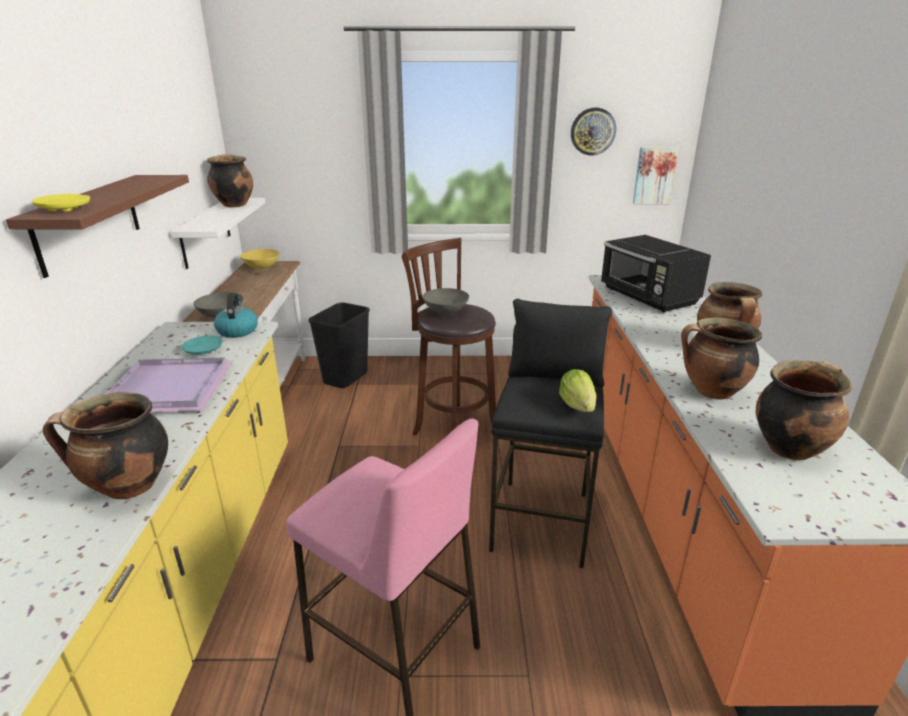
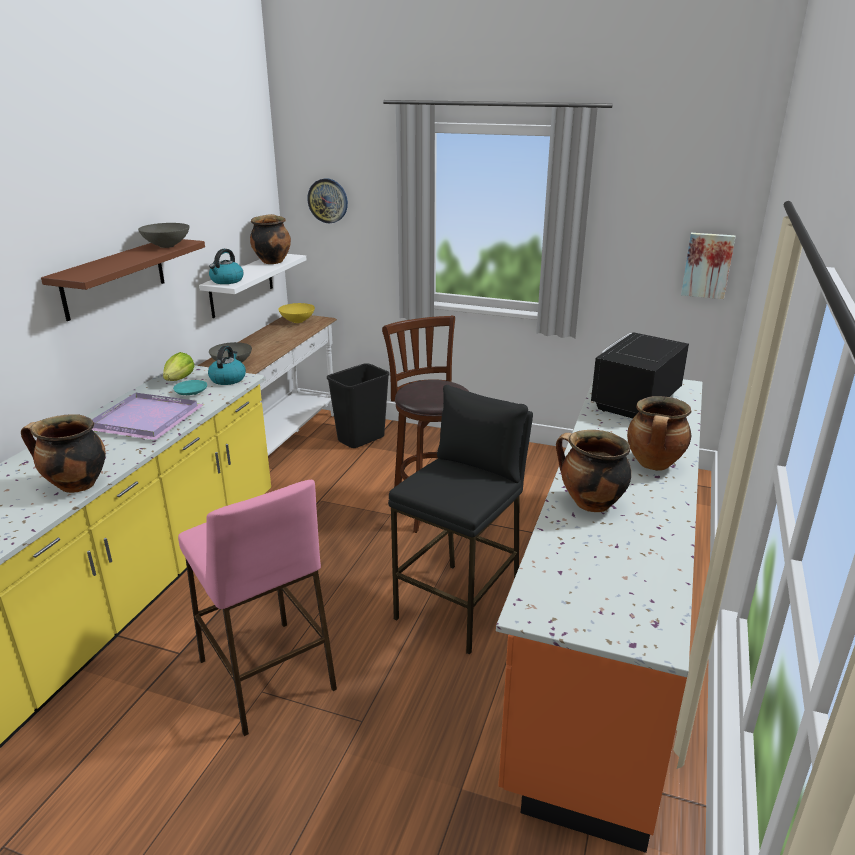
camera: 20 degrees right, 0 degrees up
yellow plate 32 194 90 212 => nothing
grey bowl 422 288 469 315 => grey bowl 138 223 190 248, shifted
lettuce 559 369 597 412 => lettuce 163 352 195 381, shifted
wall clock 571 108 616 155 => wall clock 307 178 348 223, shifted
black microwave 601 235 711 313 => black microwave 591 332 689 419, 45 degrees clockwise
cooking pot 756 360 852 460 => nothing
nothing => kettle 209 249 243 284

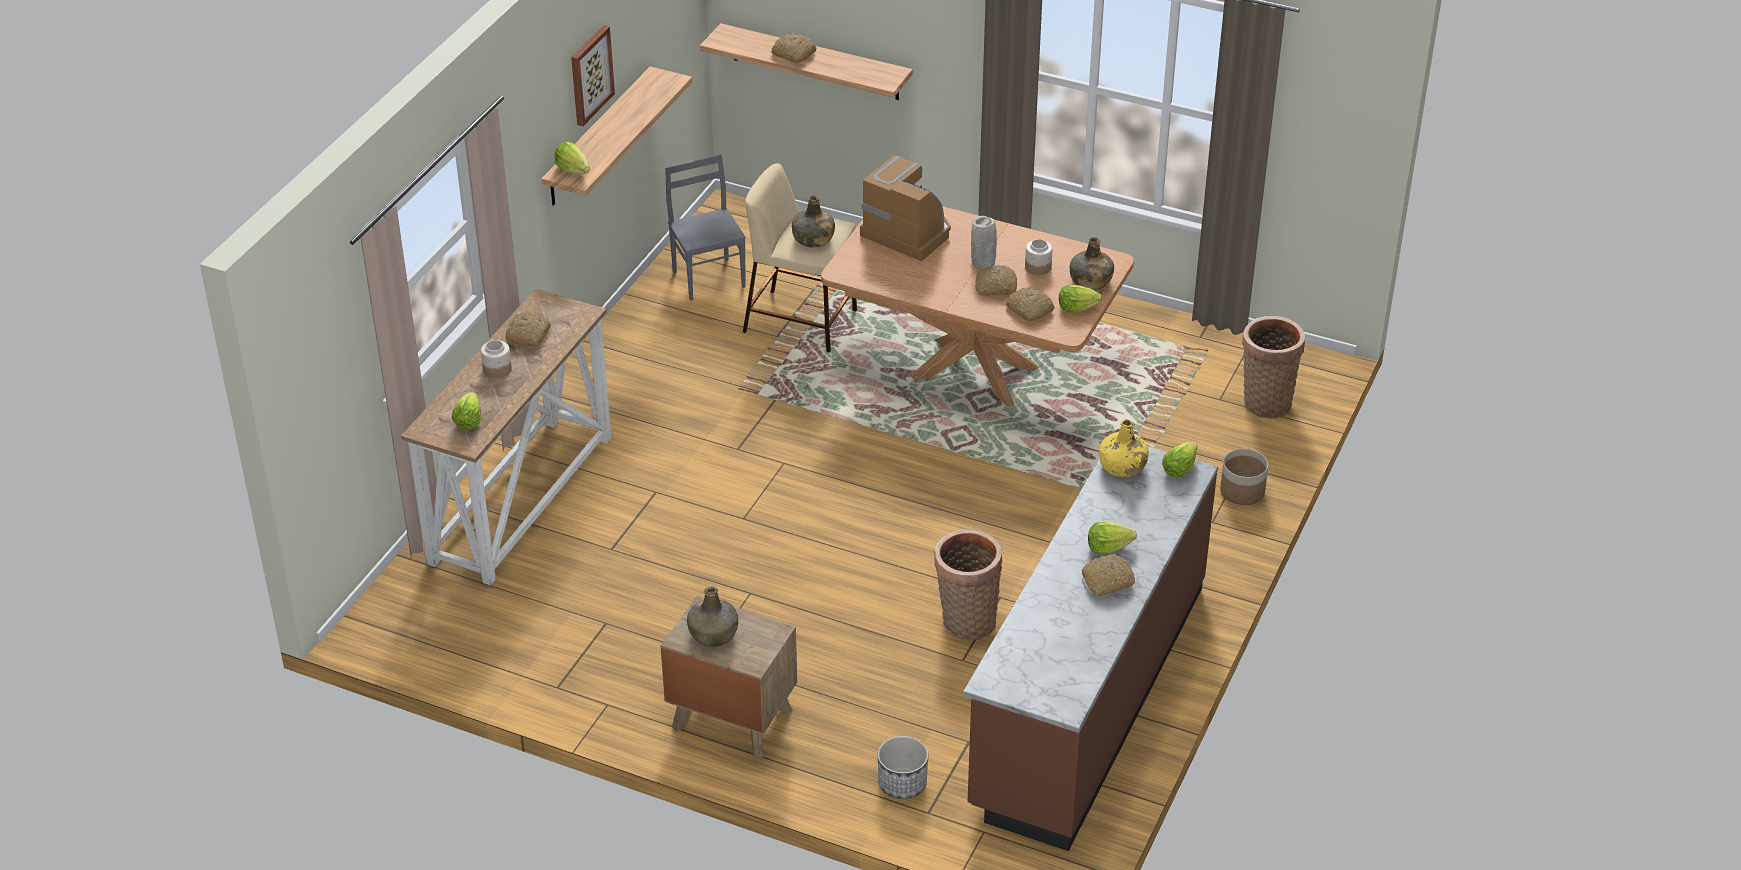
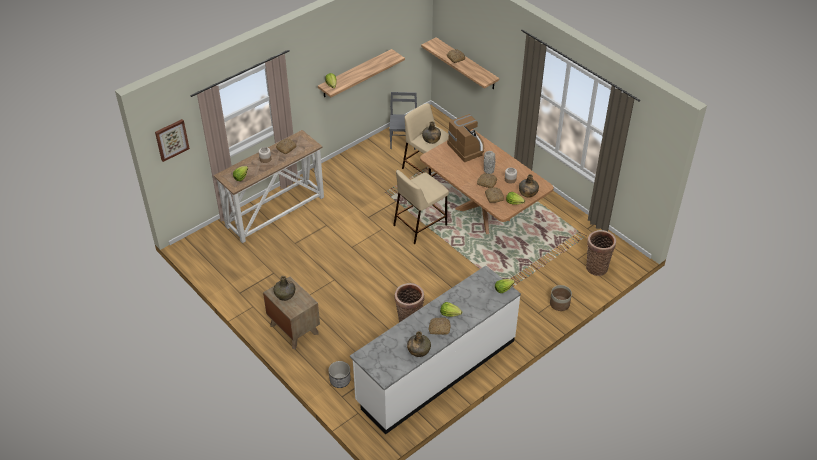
camera: 25 degrees right, 5 degrees up
picture 571 25 615 126 => picture 155 119 190 162, shifted
brown counter 963 447 1218 851 => white counter 350 265 521 434
yellow bottle 1099 419 1149 478 => nothing
nothing => beige stool 393 170 449 244
nothing => green bottle 407 331 431 357

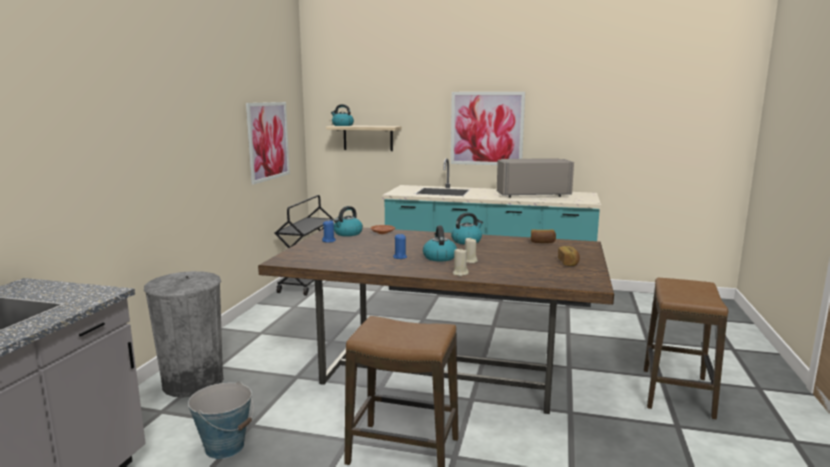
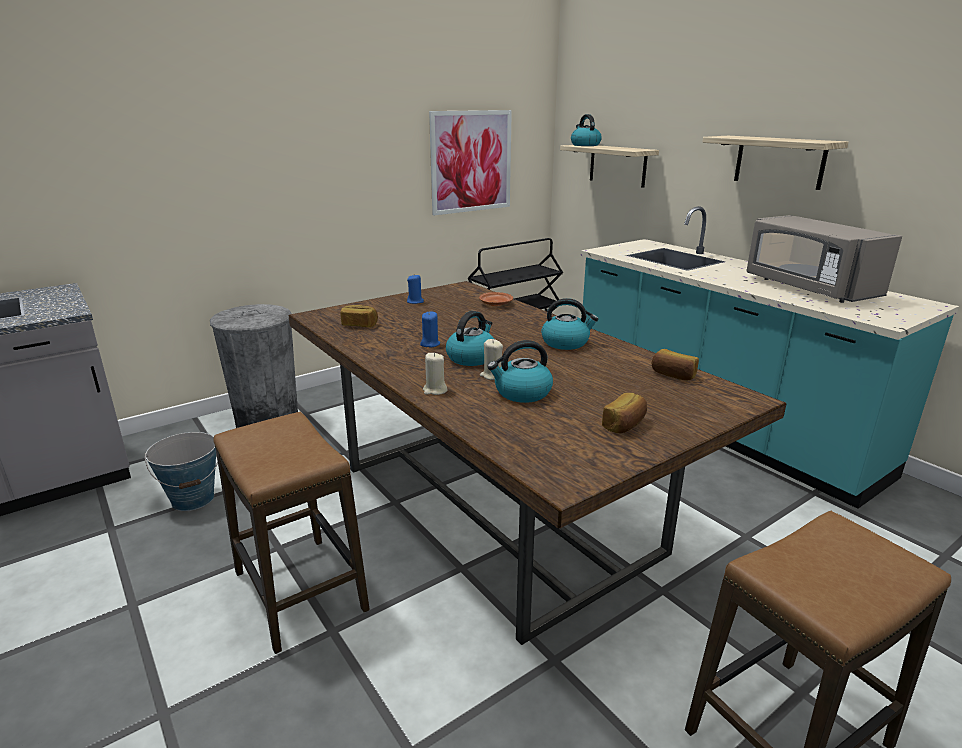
camera: 40 degrees right, 10 degrees up
kettle 334 206 363 236 => kettle 487 340 553 403, shifted
picture 451 92 525 165 => shelf 702 136 848 190
grey microwave 497 158 574 198 => grey microwave 747 215 902 303, 150 degrees counterclockwise
nothing => bread 340 305 378 327

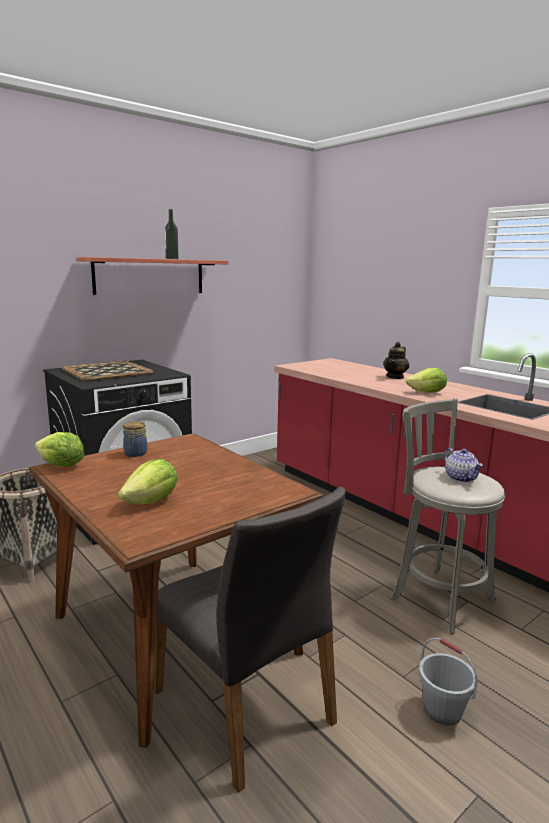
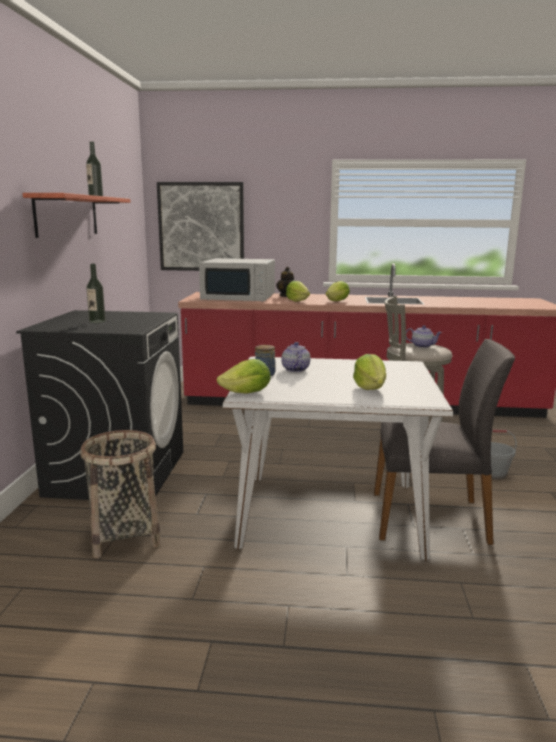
camera: 45 degrees left, 0 degrees up
brown dining table 29 433 324 747 => white dining table 223 357 453 561
tray 62 361 154 381 => bottle 86 264 106 323
nothing => picture 157 182 244 271
nothing => white microwave 199 258 275 302
nothing => teapot 281 342 310 372
nothing => lettuce 286 281 310 302

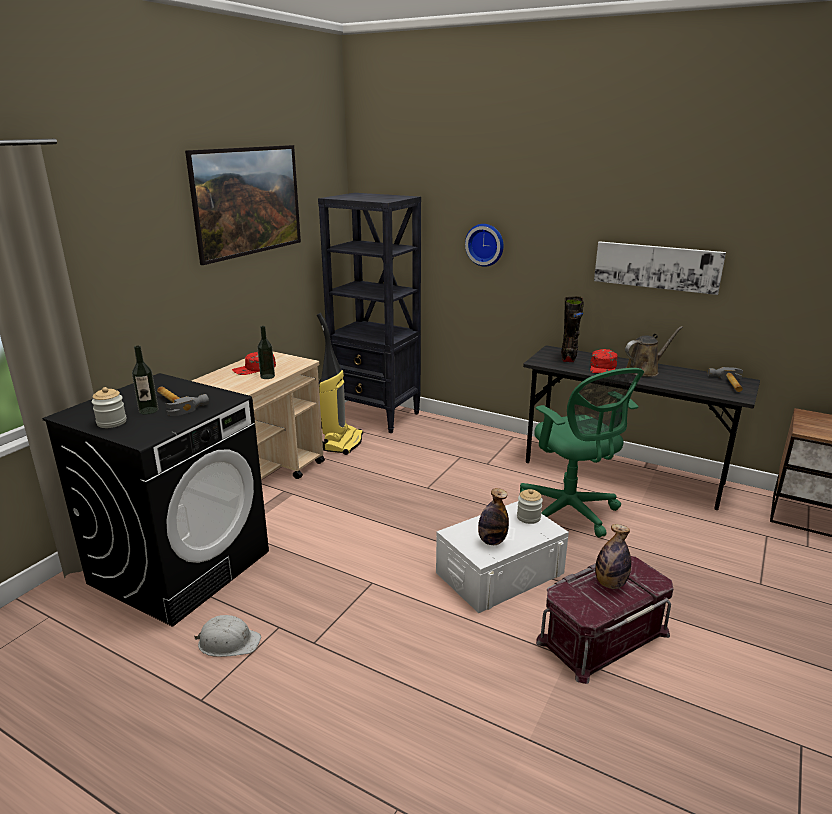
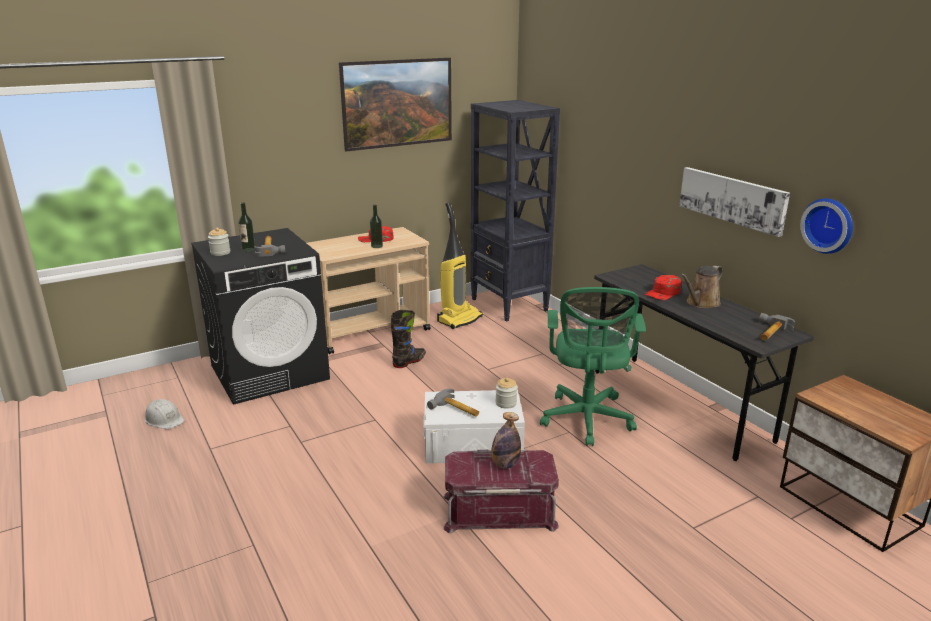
camera: 30 degrees right, 0 degrees up
white hard hat 194 615 261 657 => white hard hat 144 399 184 429, shifted
wall clock 465 224 504 267 => wall clock 800 198 853 254, shifted
bottle 478 488 509 545 => hammer 427 389 479 417
black boot 561 296 584 362 => black boot 391 310 426 368, shifted
brown watering can 625 326 683 377 => brown watering can 680 265 723 309, 135 degrees clockwise

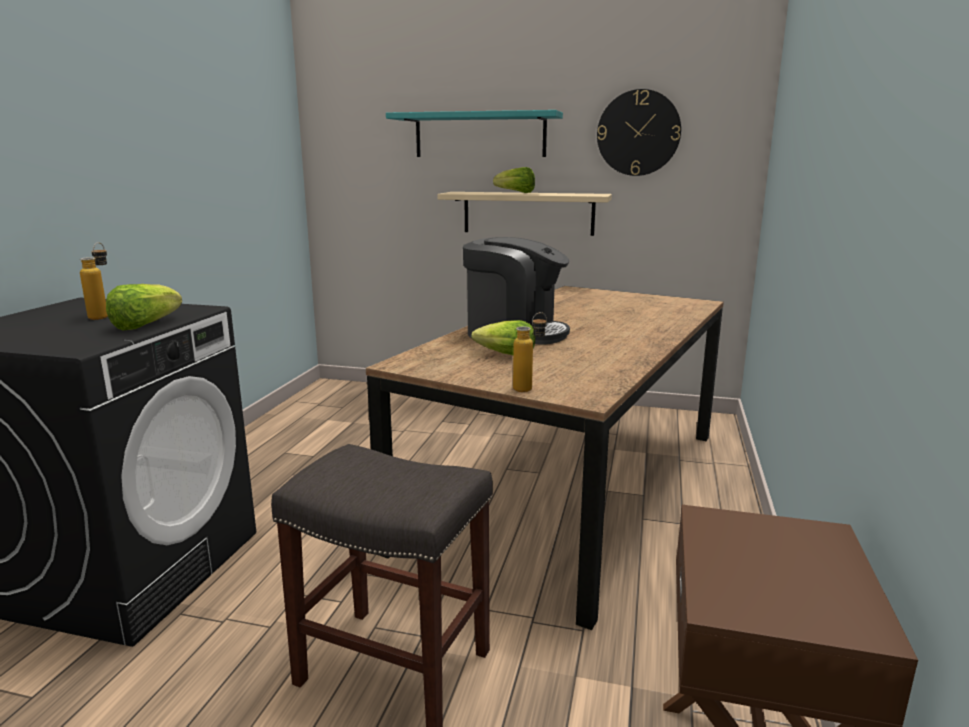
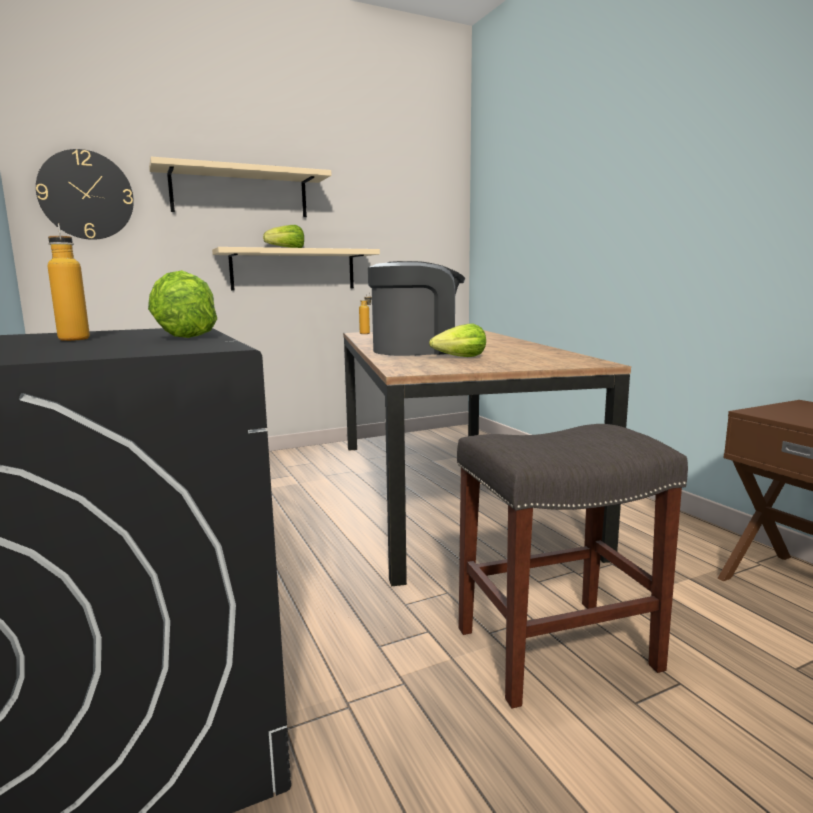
camera: 40 degrees left, 5 degrees down
turquoise shelf 386 110 563 157 => beige shelf 149 157 332 217
bottle 513 312 547 392 => bottle 359 292 372 334, shifted
wall clock 597 89 681 176 => wall clock 36 149 134 240, shifted

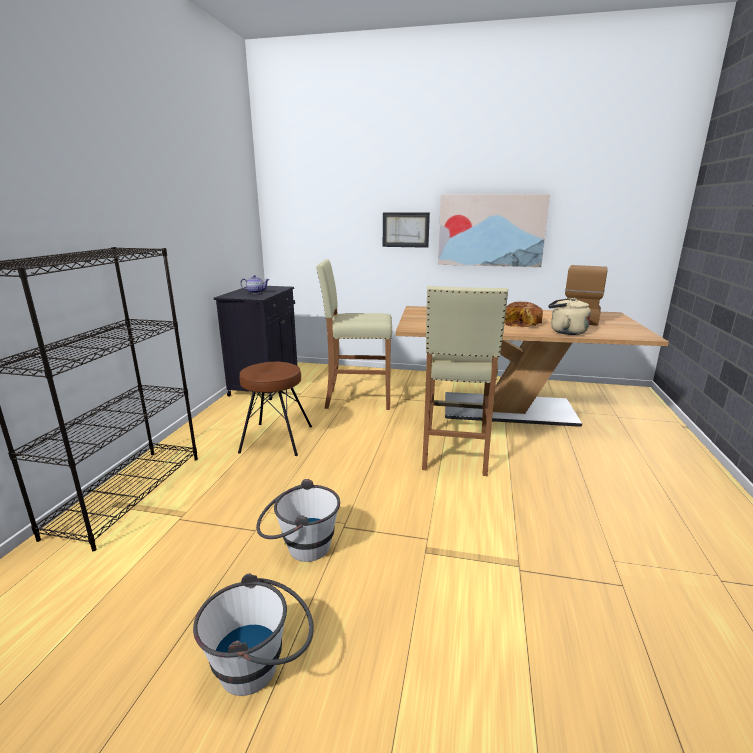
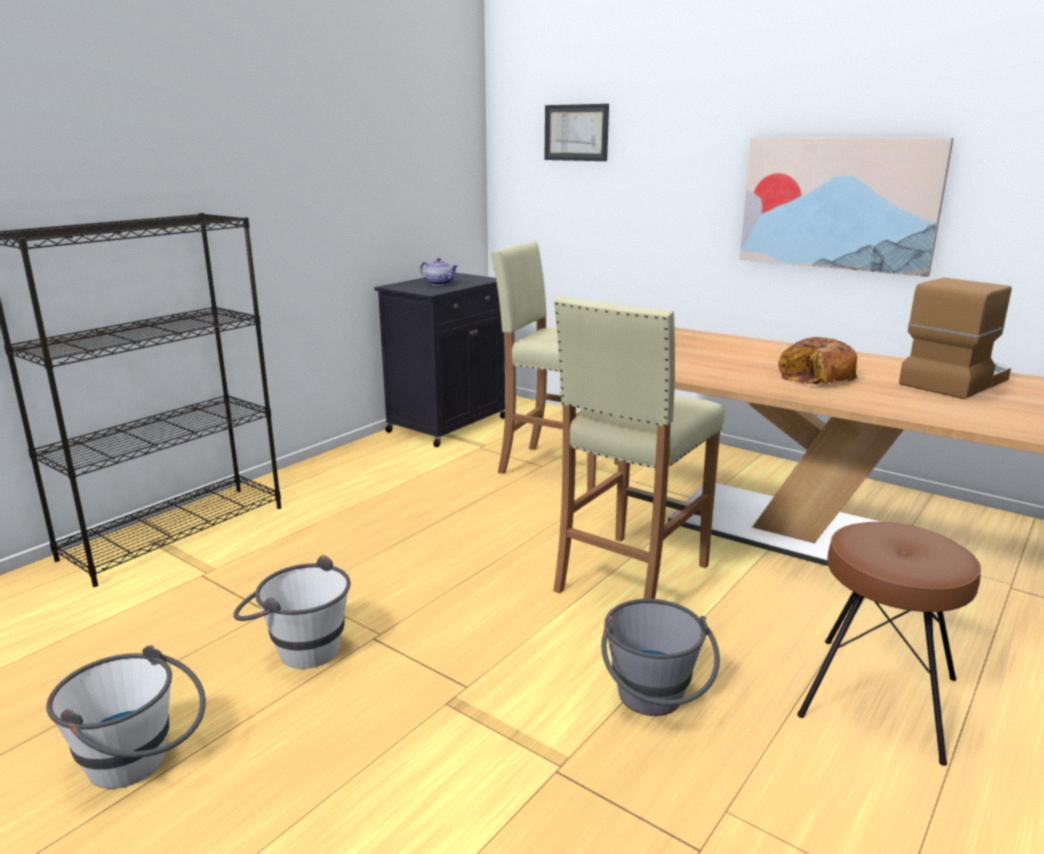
camera: 25 degrees right, 0 degrees up
brown stool 238 362 312 456 => brown stool 797 522 981 766, shifted
picture 383 212 430 248 => picture 544 104 609 161, shifted
beige kettle 548 298 591 335 => nothing
nothing => grey bucket 601 599 720 716

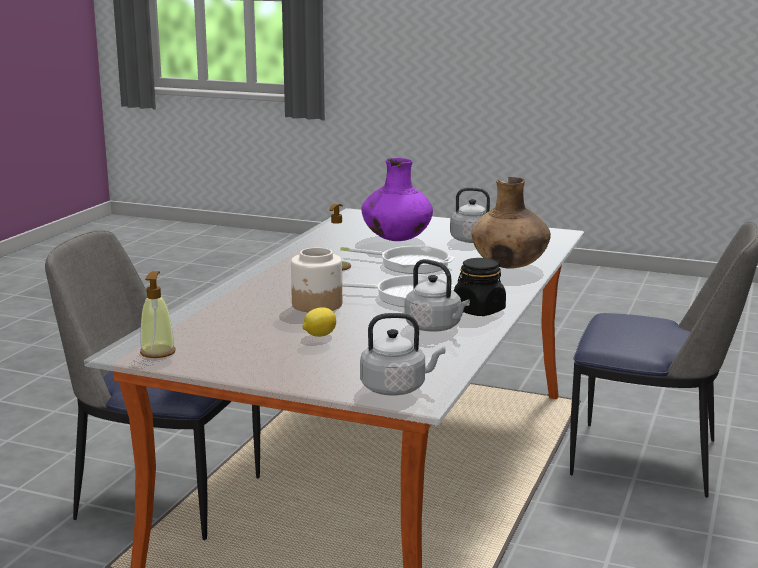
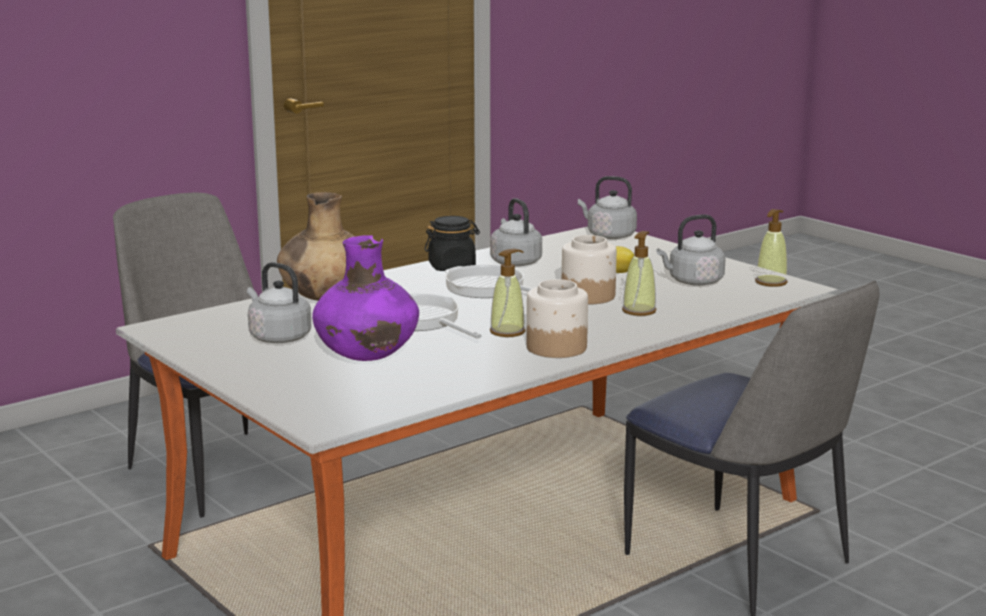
camera: 150 degrees left, 0 degrees up
nothing => jar 527 279 588 358
nothing => soap dispenser 622 231 656 316
nothing => grey kettle 657 215 726 286

